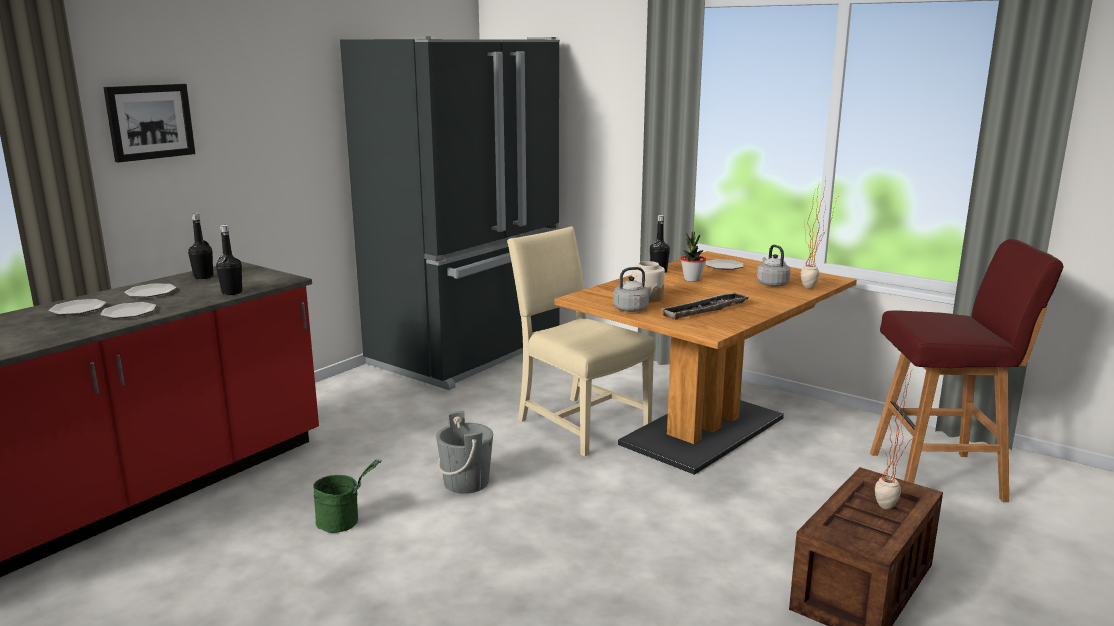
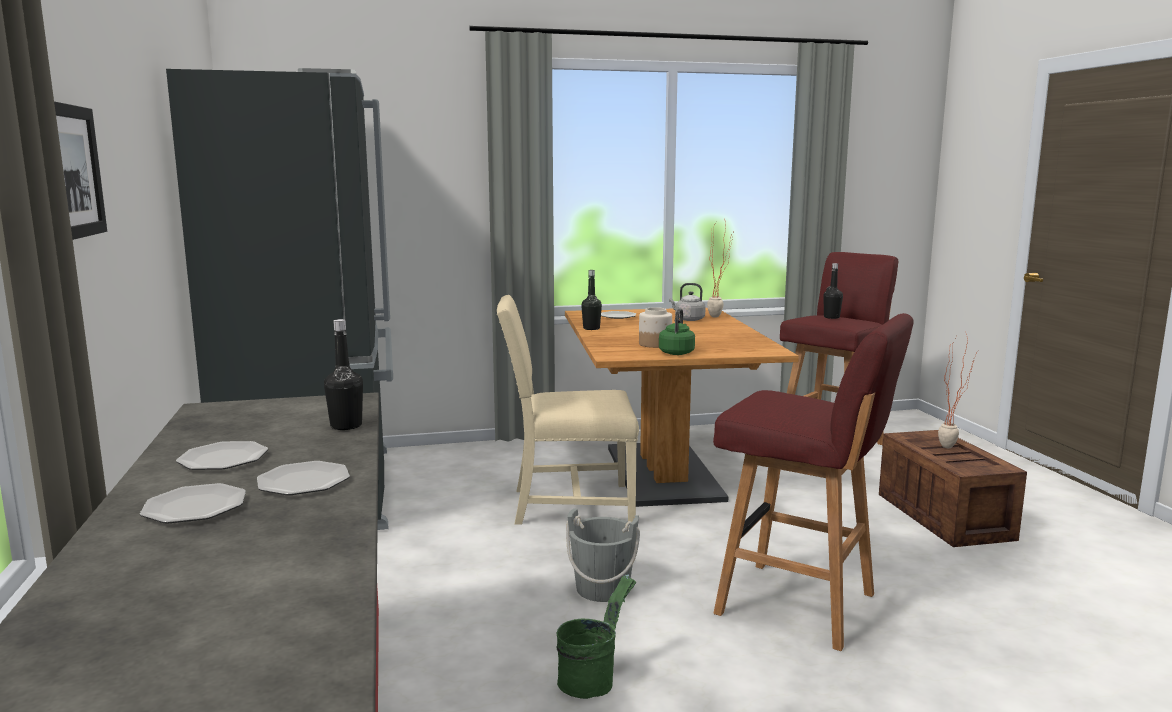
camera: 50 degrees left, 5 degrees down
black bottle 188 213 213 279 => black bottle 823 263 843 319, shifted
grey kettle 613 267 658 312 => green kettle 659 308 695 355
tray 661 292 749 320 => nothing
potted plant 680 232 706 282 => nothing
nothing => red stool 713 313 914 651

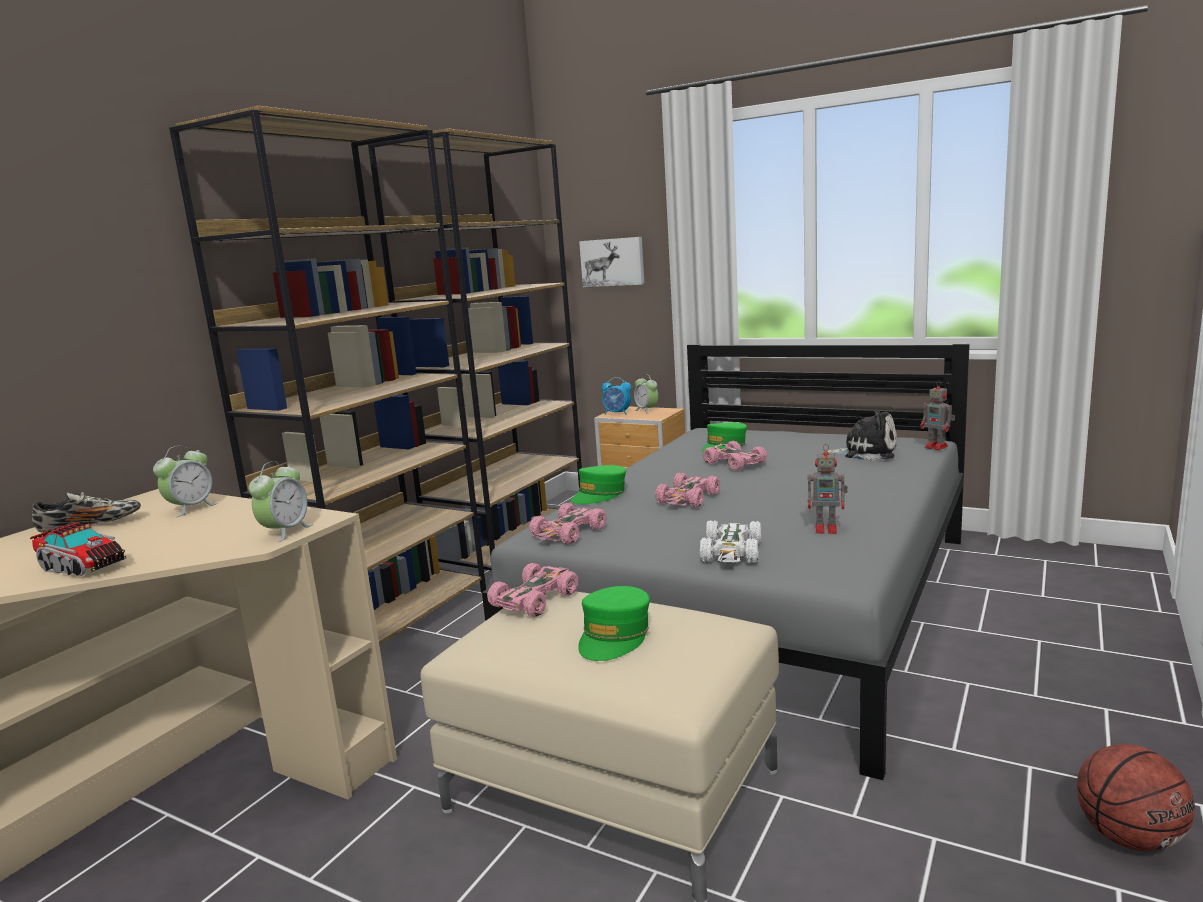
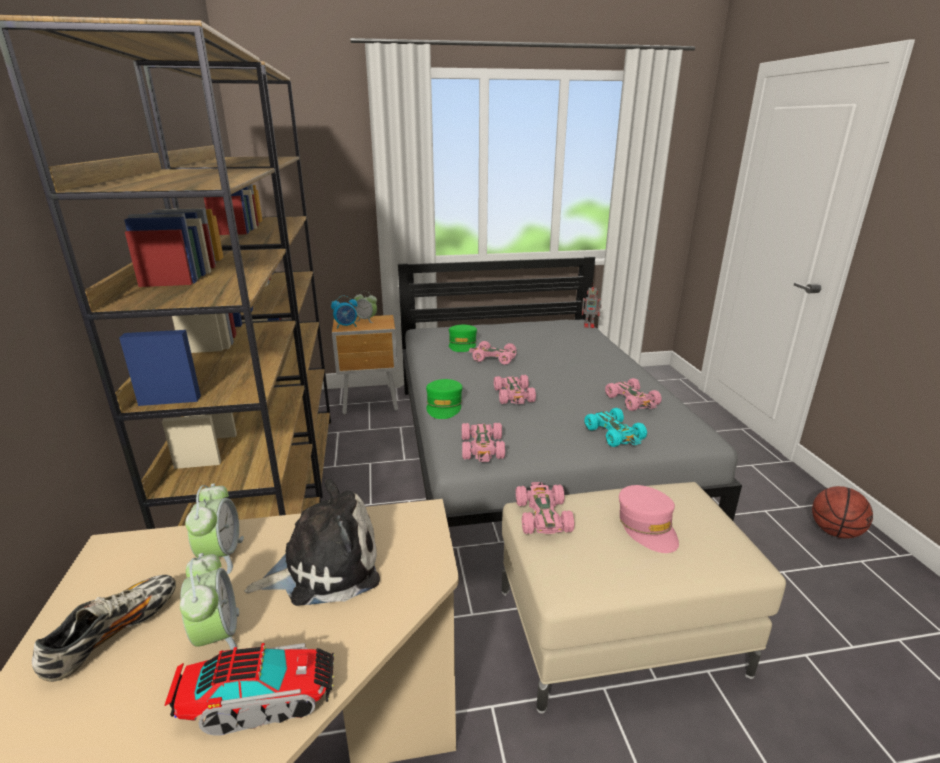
camera: 40 degrees left, 10 degrees up
alarm clock 248 461 313 542 => alarm clock 180 553 239 650, shifted
green cap 578 586 650 661 => pink cap 619 485 679 553
picture 579 237 644 287 => nothing
white toy car 700 520 761 563 => turquoise toy car 584 408 647 447
toy robot 808 444 848 534 => pink toy car 605 378 662 411
plush toy 823 409 897 460 => plush toy 245 479 380 606, shifted

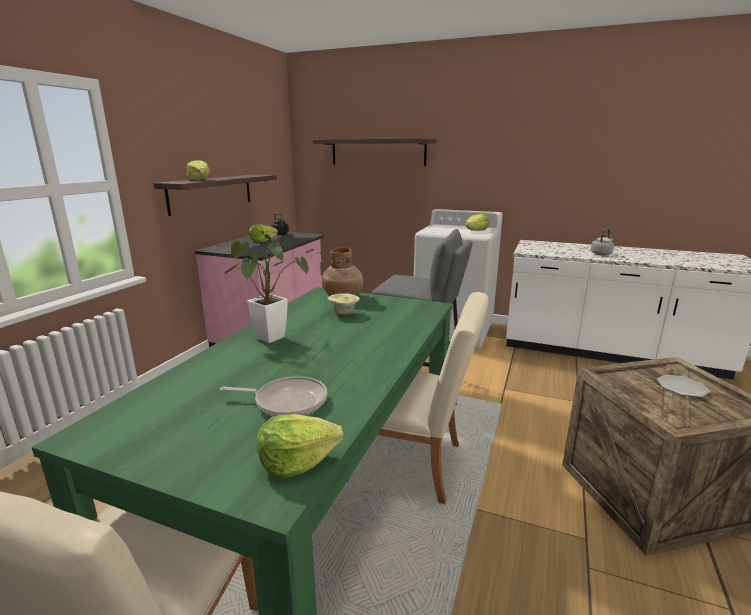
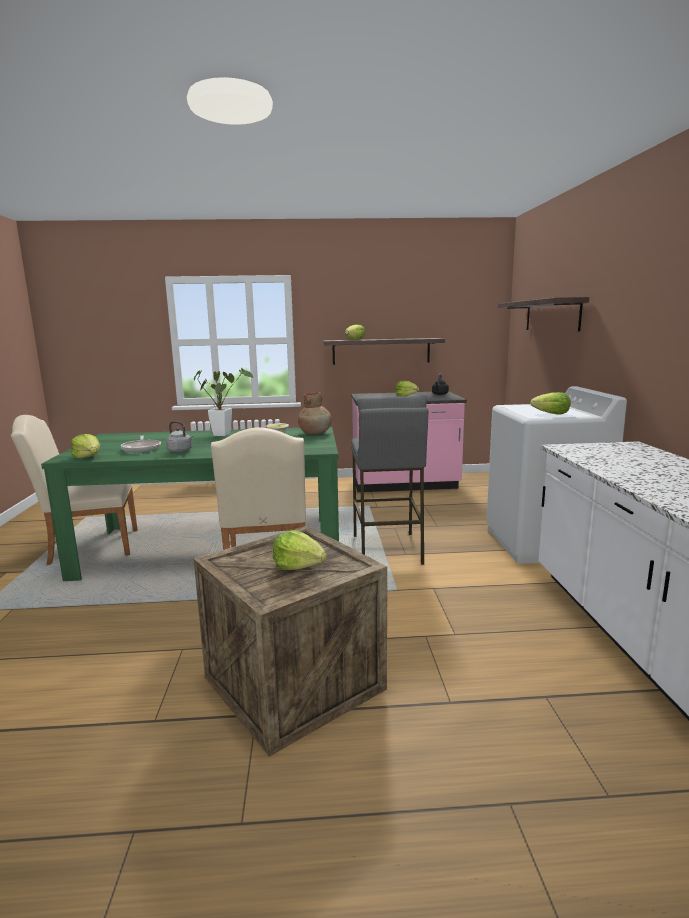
camera: 65 degrees right, 5 degrees down
grey kettle 591 229 614 255 => grey kettle 166 421 193 453, shifted
plate 657 375 710 397 => lettuce 273 530 327 570

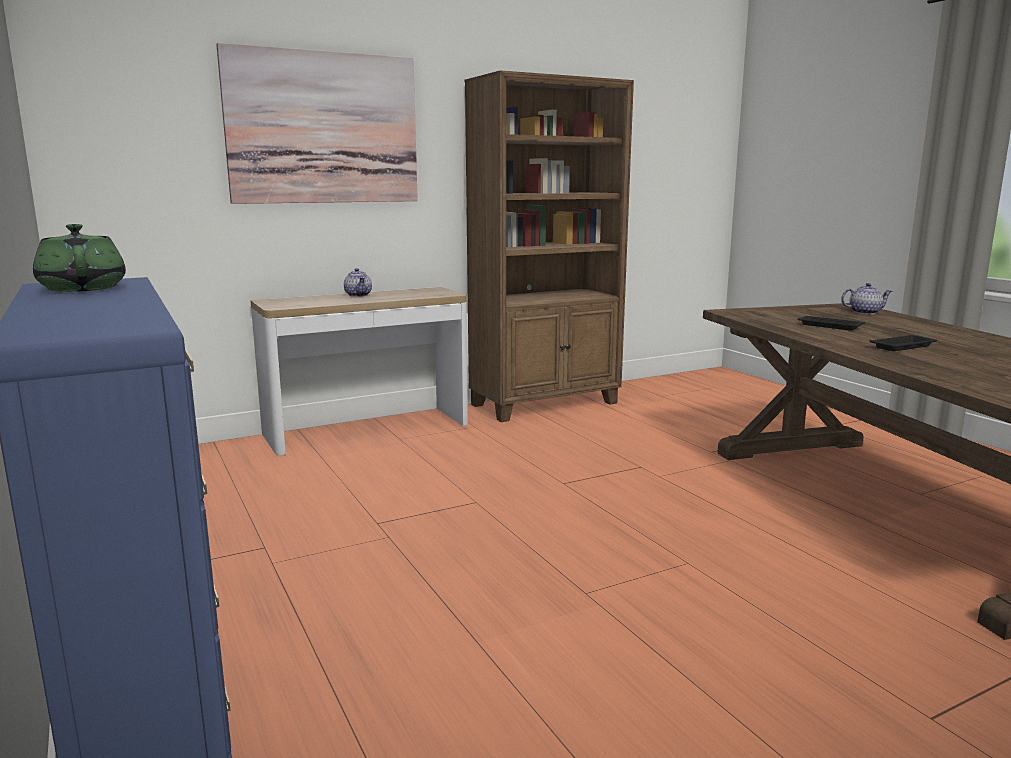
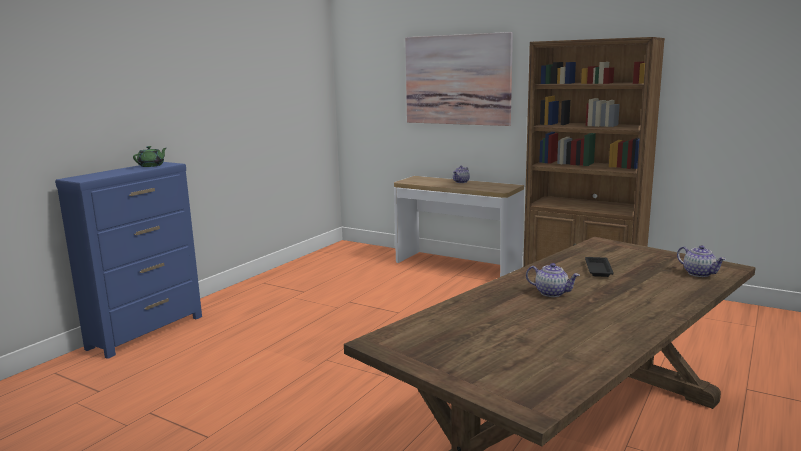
camera: 60 degrees right, 0 degrees up
black tray 869 335 937 351 => teapot 526 263 580 297

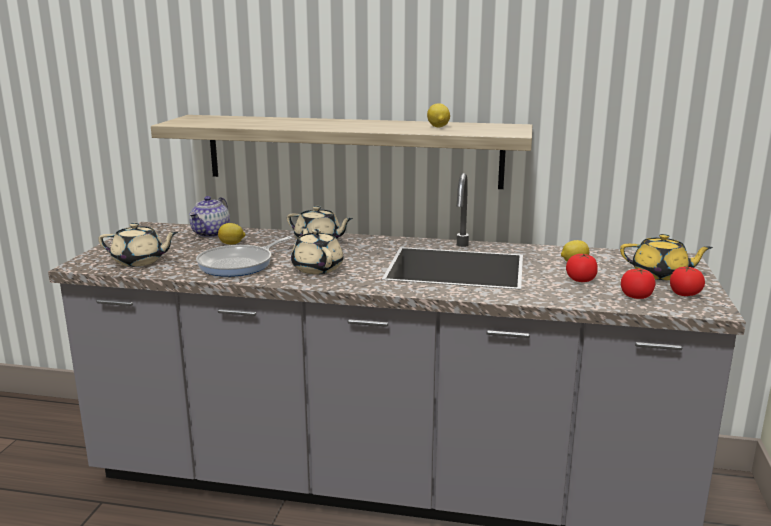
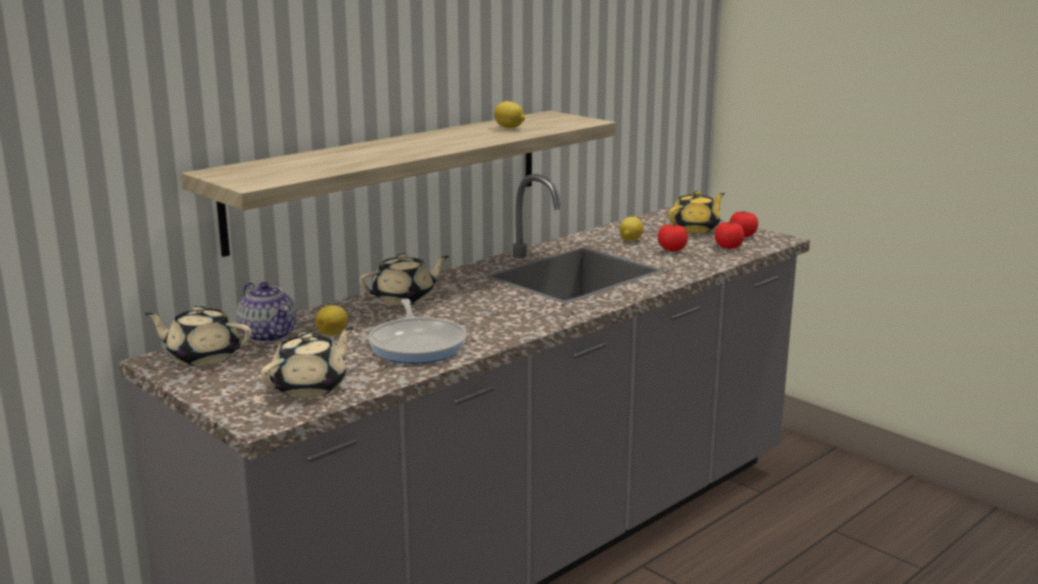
camera: 55 degrees left, 0 degrees up
beige teapot 291 227 343 274 => beige teapot 145 305 251 366, shifted

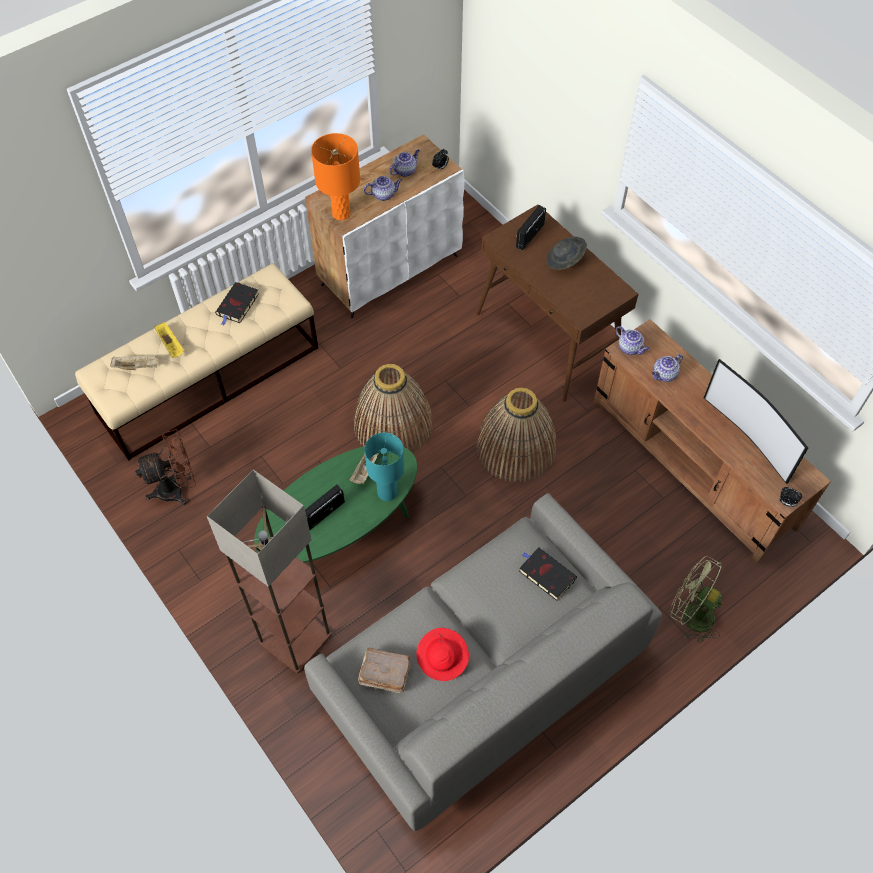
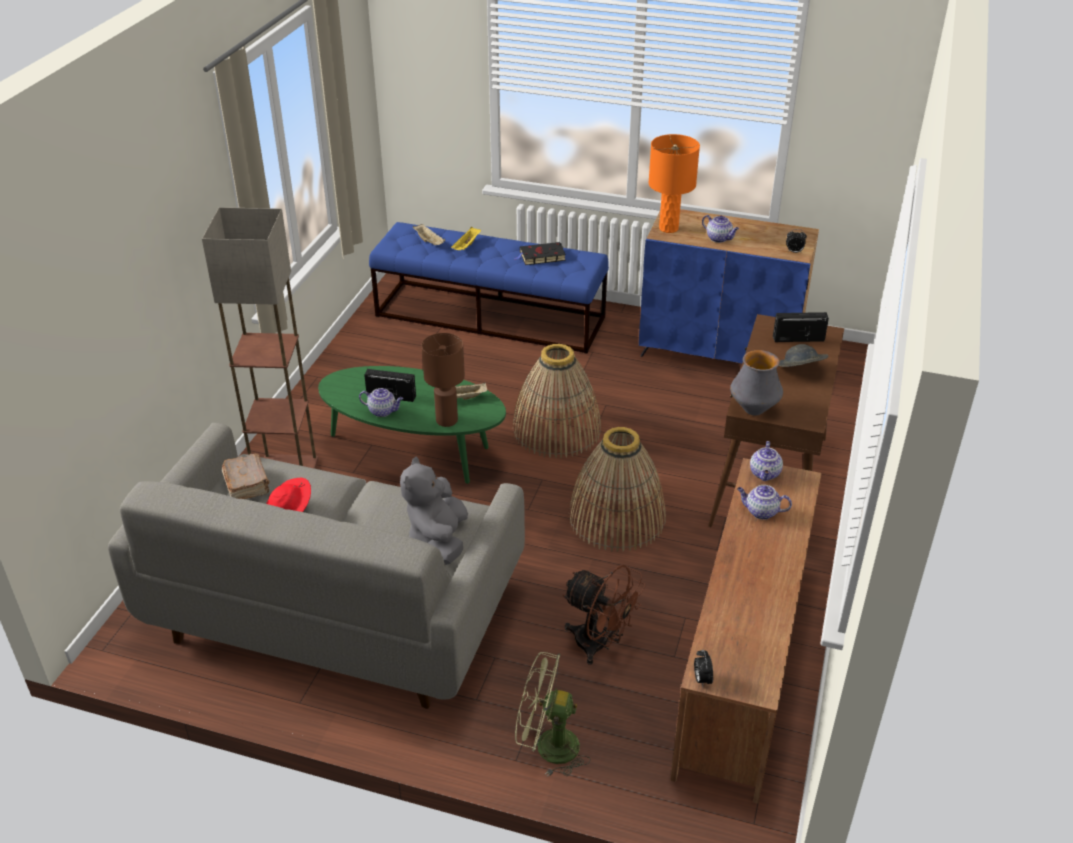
camera: 55 degrees right, 20 degrees down
beige bench 75 263 318 461 => blue bench 369 222 609 354
brown fan 135 429 196 505 => brown fan 563 565 645 665, shifted
white cabinet 305 134 464 319 => blue cabinet 639 209 819 363
turquoise table lamp 364 433 404 501 => brown table lamp 422 333 465 427
teapot 390 149 420 177 => teapot 359 388 403 417, shifted
black book 519 547 577 601 => grey plush toy 400 457 468 565
green fan 670 556 723 643 => green fan 515 652 591 776, 75 degrees counterclockwise
television 704 359 808 484 => nothing
nothing => vase 730 350 783 416

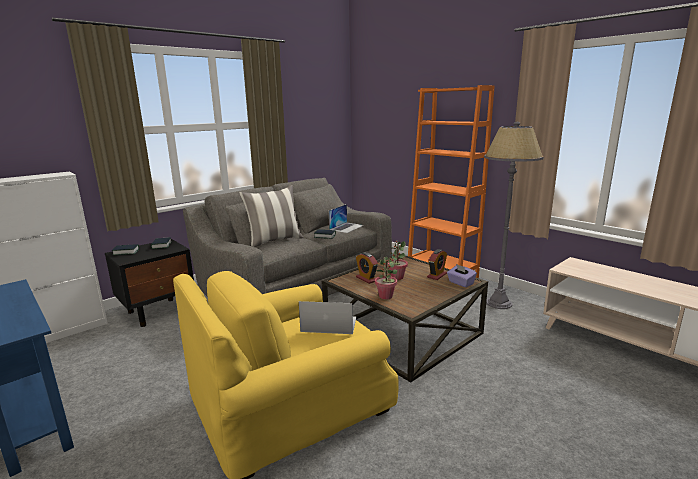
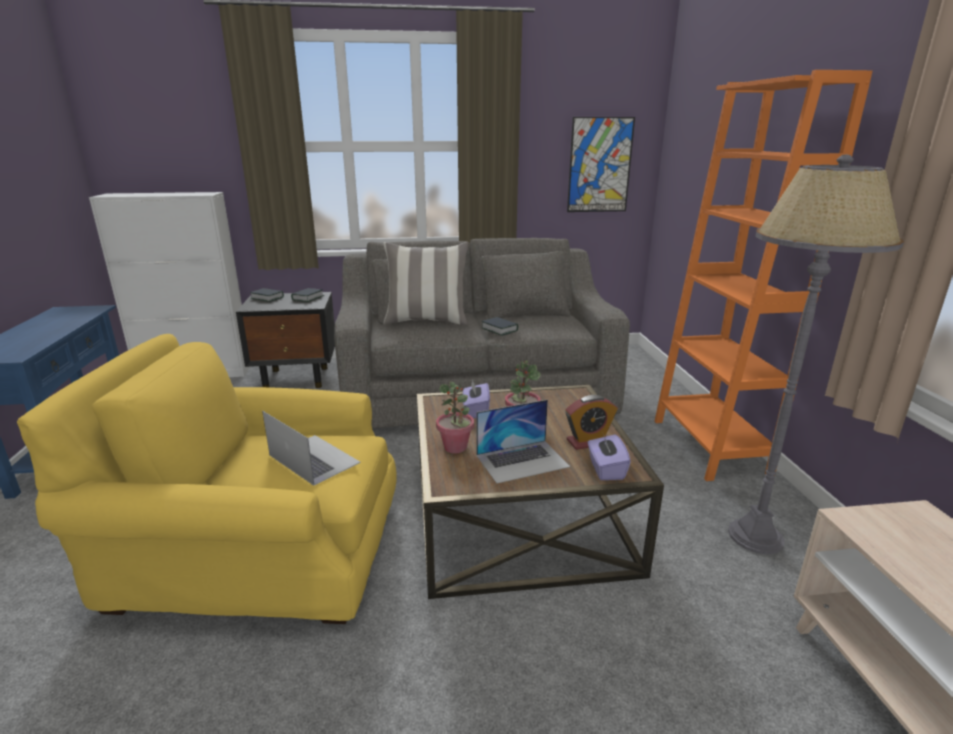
camera: 35 degrees right, 5 degrees up
laptop 329 204 364 233 => laptop 476 399 570 484, shifted
alarm clock 356 252 378 284 => purple tissue box 463 379 490 418
nothing => picture 567 117 635 212

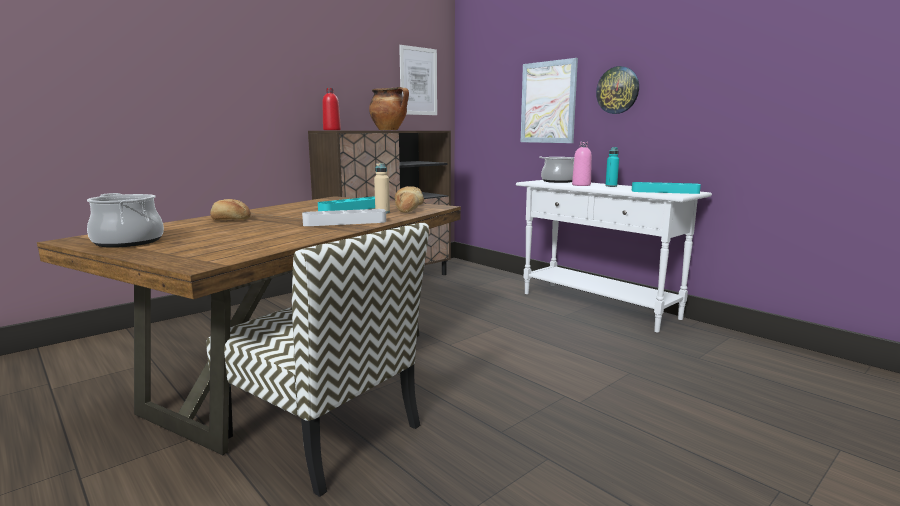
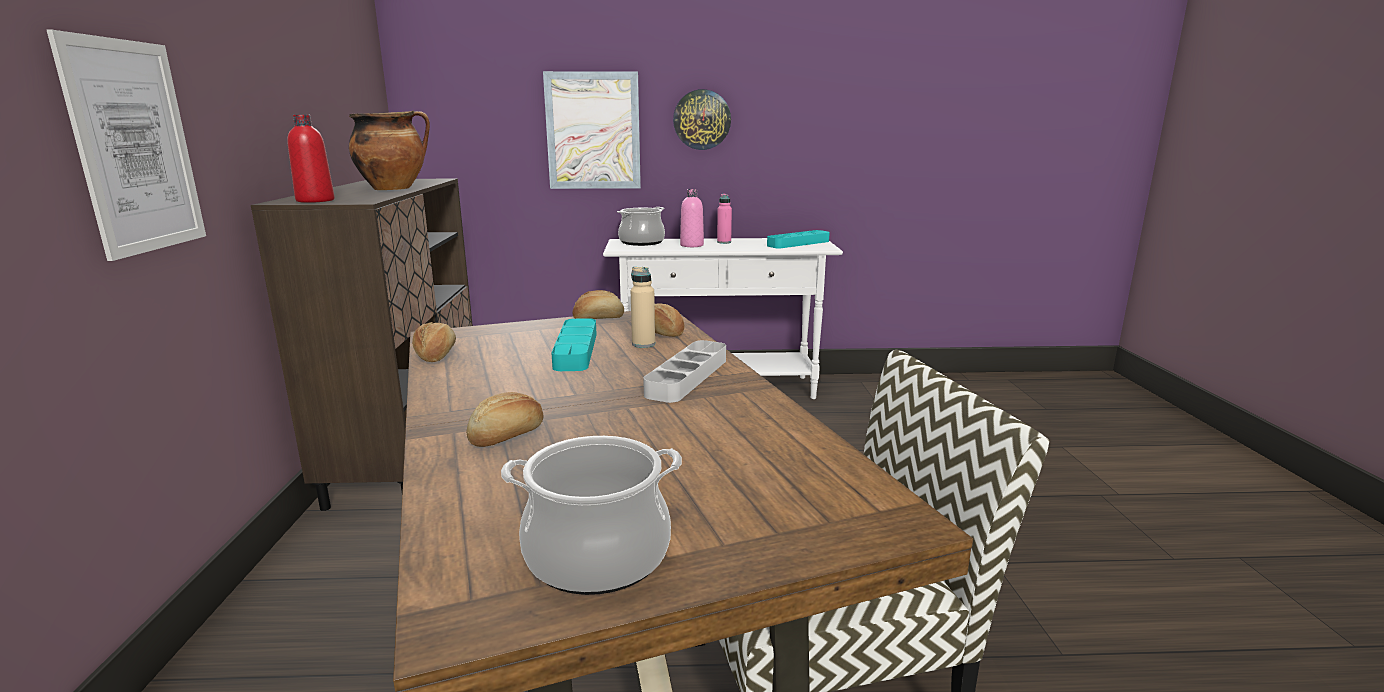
camera: 50 degrees left, 5 degrees up
picture 399 45 437 115 => picture 47 30 206 261, shifted
turquoise bottle 605 147 619 187 => pink bottle 717 194 732 244
nothing => bread 412 322 456 362

